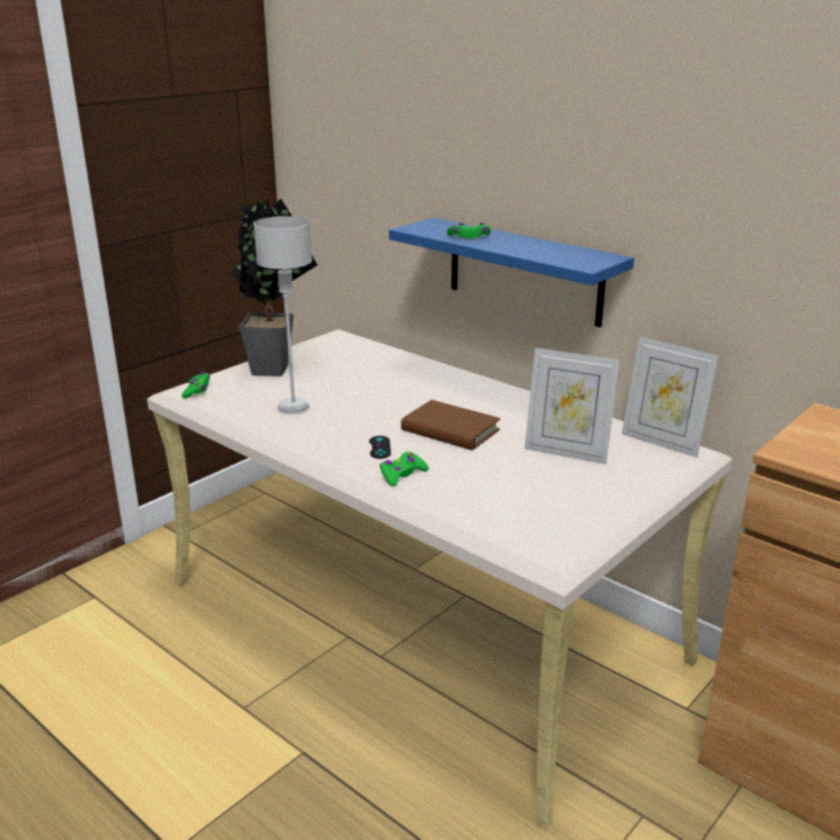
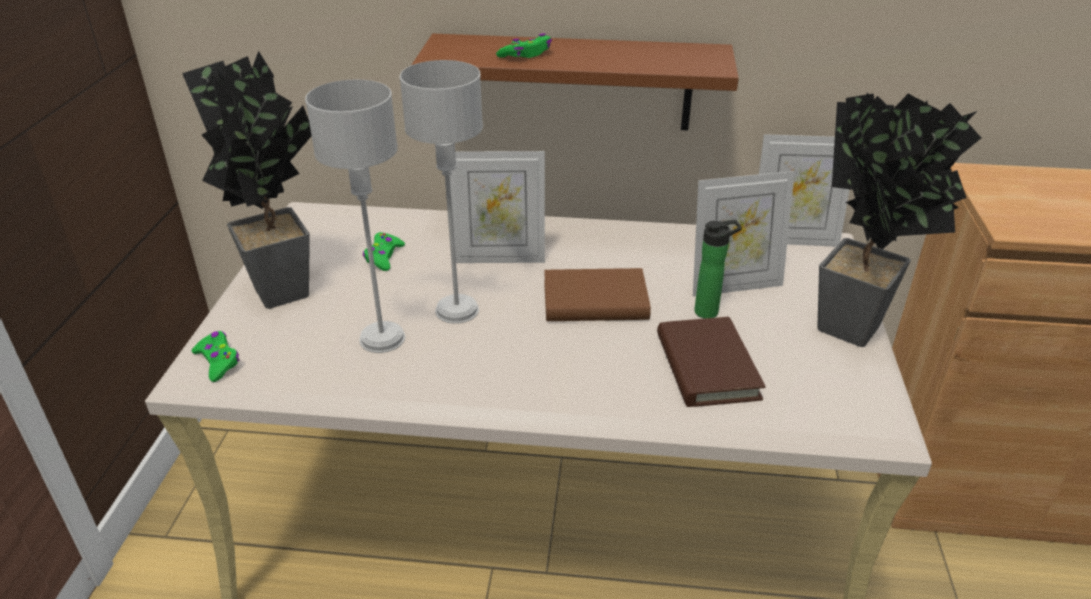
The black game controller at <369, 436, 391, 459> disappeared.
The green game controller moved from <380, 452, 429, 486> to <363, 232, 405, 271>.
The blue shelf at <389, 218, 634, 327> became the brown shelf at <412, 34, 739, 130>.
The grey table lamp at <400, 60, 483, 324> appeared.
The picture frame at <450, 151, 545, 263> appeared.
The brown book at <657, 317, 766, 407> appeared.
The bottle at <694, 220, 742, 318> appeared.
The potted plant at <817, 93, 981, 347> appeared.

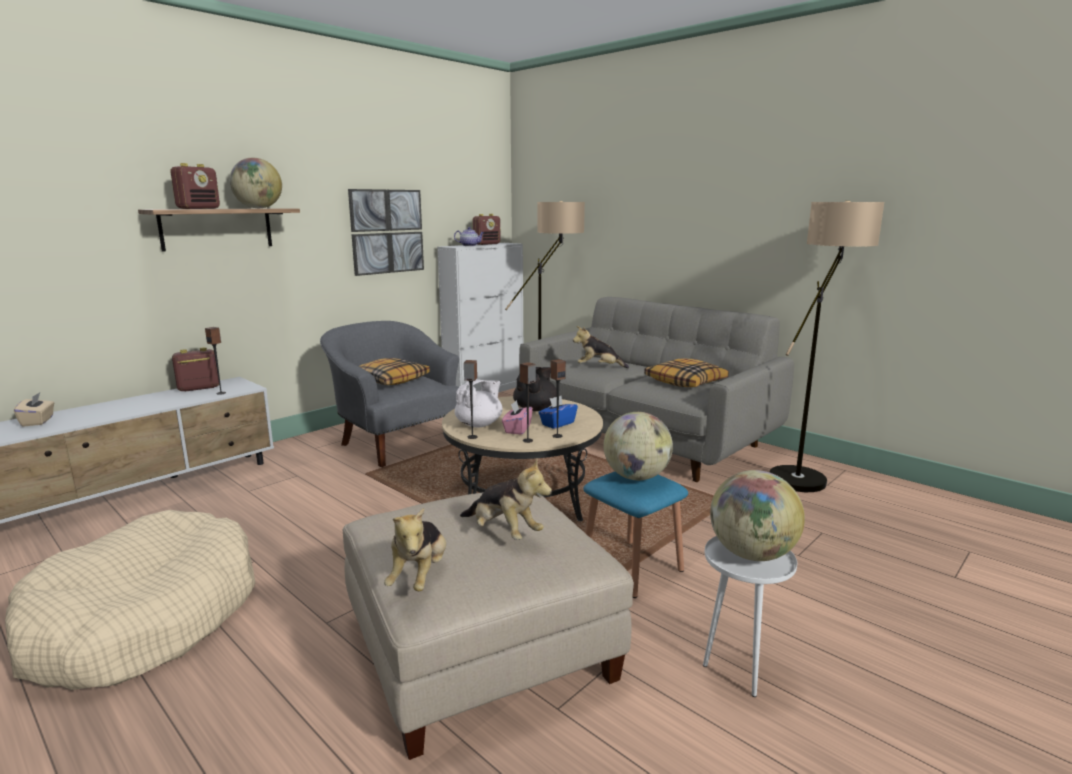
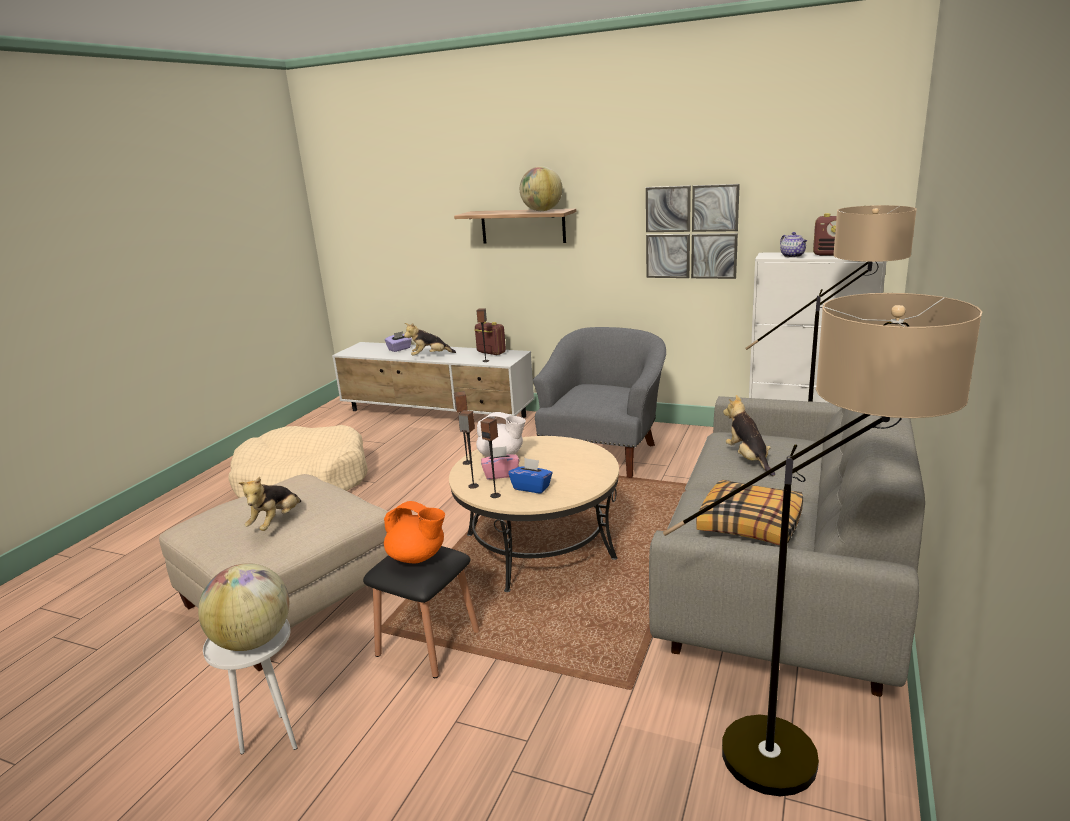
The beige tissue box at <14, 392, 54, 427> became the purple tissue box at <385, 331, 412, 352>.
The radio at <170, 163, 220, 209> disappeared.
The pillow at <358, 358, 430, 385> disappeared.
The plush toy moved from <384, 508, 446, 591> to <404, 323, 456, 356>.
The black teapot at <513, 367, 557, 411> disappeared.
The blue stool at <584, 471, 688, 598> became the black stool at <363, 546, 480, 678>.
The globe at <603, 412, 673, 480> was replaced by the orange teapot at <384, 501, 445, 563>.

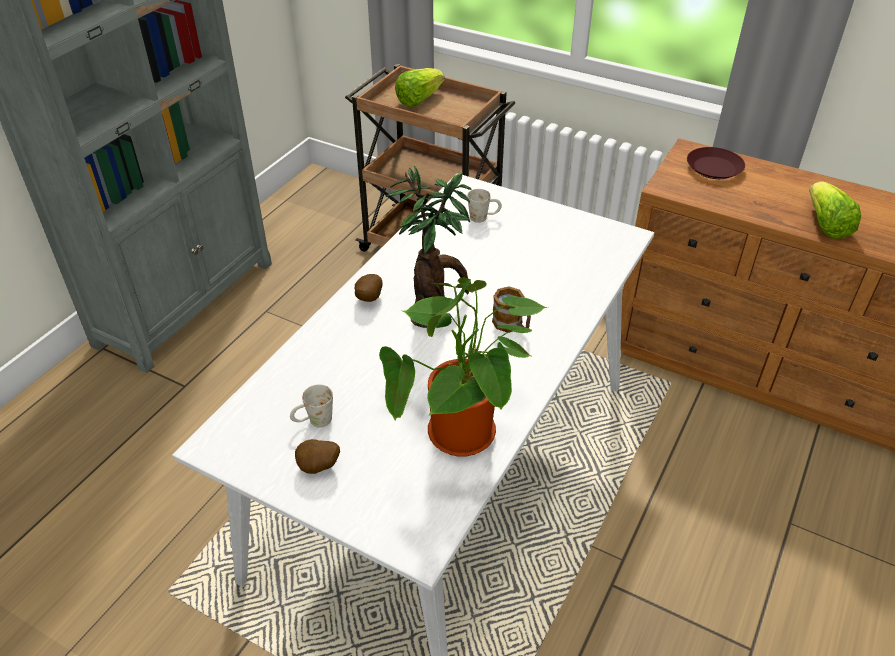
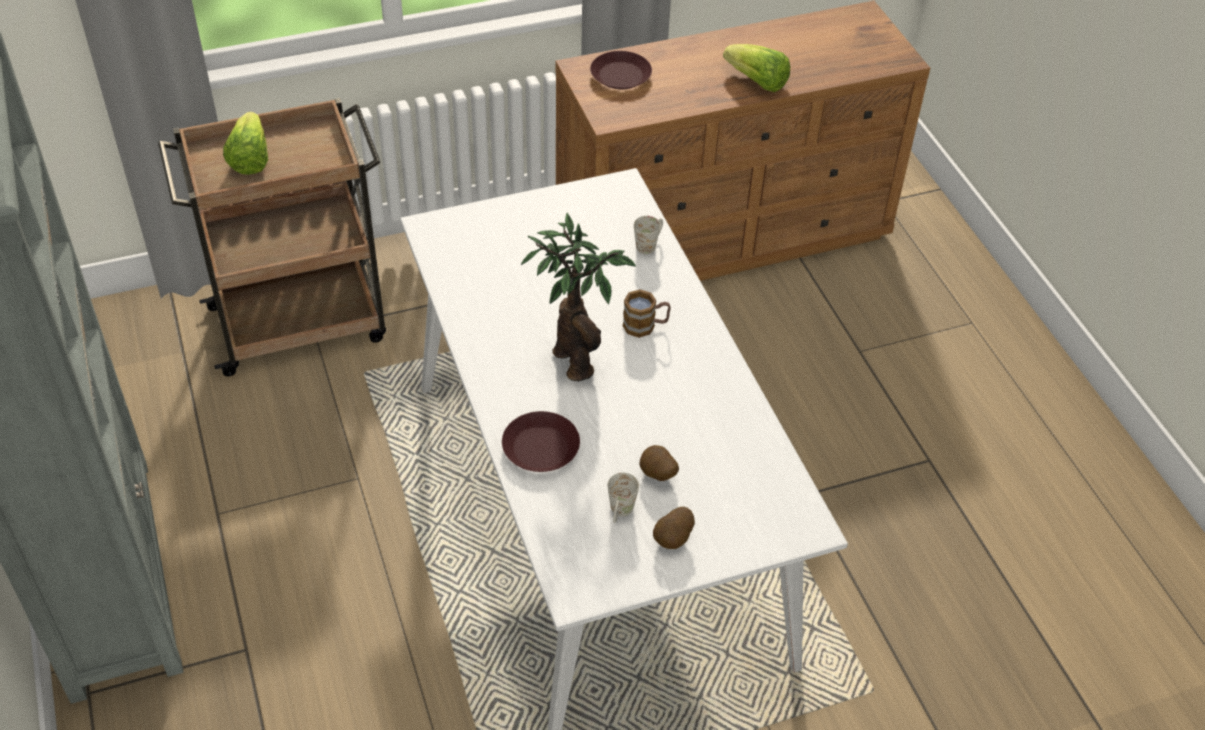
The potato moved from <355, 274, 383, 302> to <640, 445, 679, 481>.
The potted plant at <379, 278, 548, 457> disappeared.
The white mug moved from <467, 189, 502, 223> to <634, 216, 663, 254>.
The brown plate at <502, 411, 580, 472> appeared.

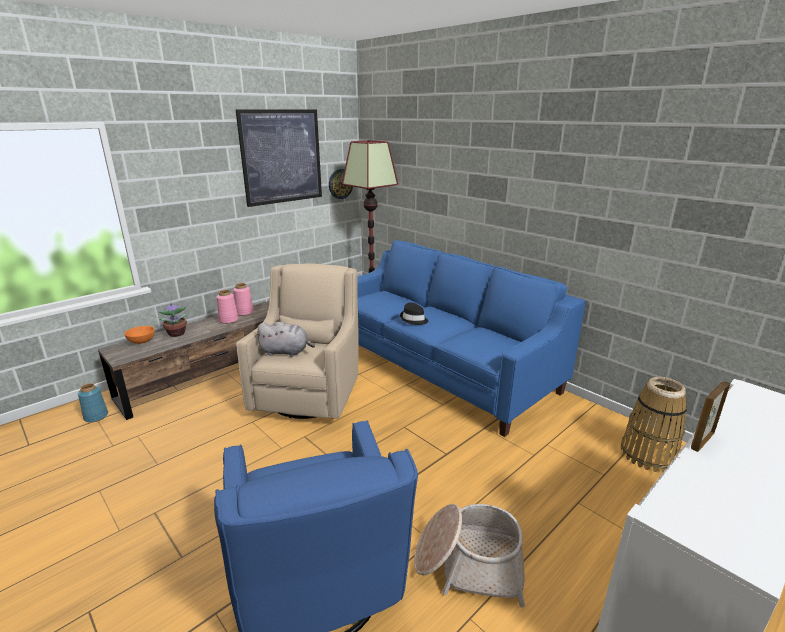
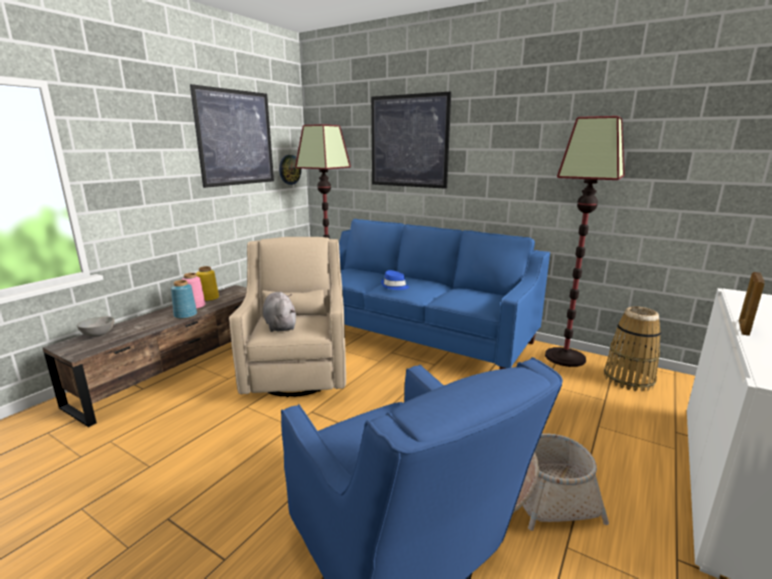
The blue vase moved from <78, 383, 108, 422> to <171, 280, 197, 319>.
The orange bowl at <124, 326, 155, 344> became the grey bowl at <77, 316, 114, 337>.
The potted plant at <157, 301, 189, 337> disappeared.
The pink vase at <233, 283, 254, 316> became the yellow vase at <196, 266, 219, 301>.
The grey plush toy at <255, 322, 315, 357> turned 105 degrees counterclockwise.
The black hat at <400, 302, 428, 325> became the blue hat at <381, 270, 409, 290>.
The picture at <371, 92, 451, 189> appeared.
The floor lamp at <545, 116, 625, 367> appeared.

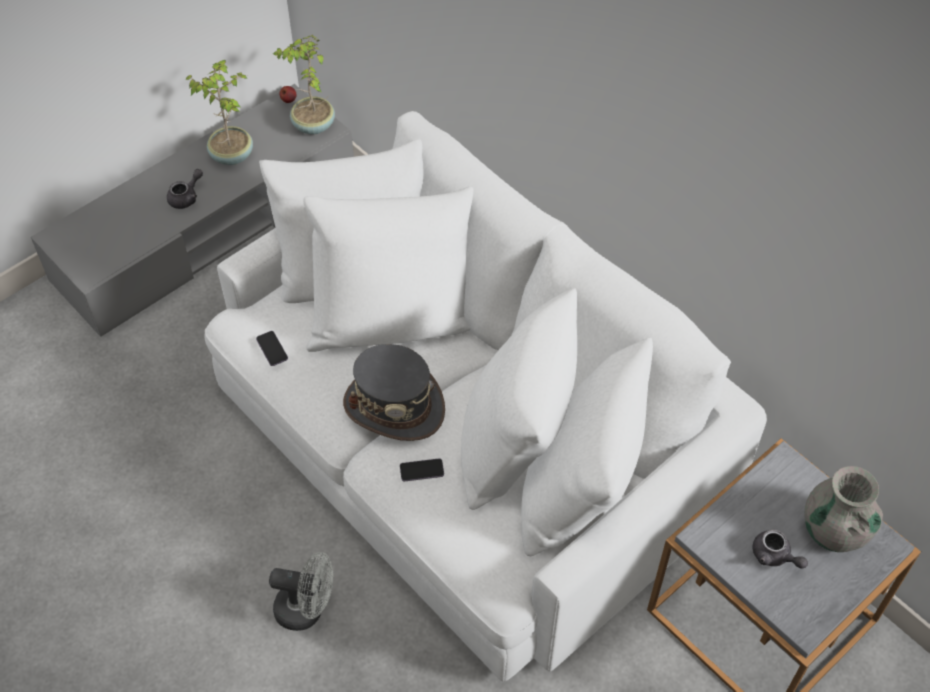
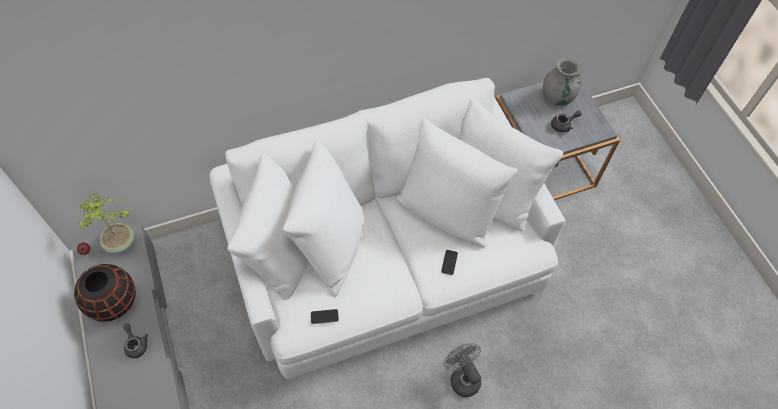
The potted plant at <185, 60, 253, 165> was replaced by the black vase at <74, 264, 136, 322>.
The grey fan at <269, 552, 333, 631> turned 60 degrees counterclockwise.
The grey hat at <343, 344, 445, 441> disappeared.

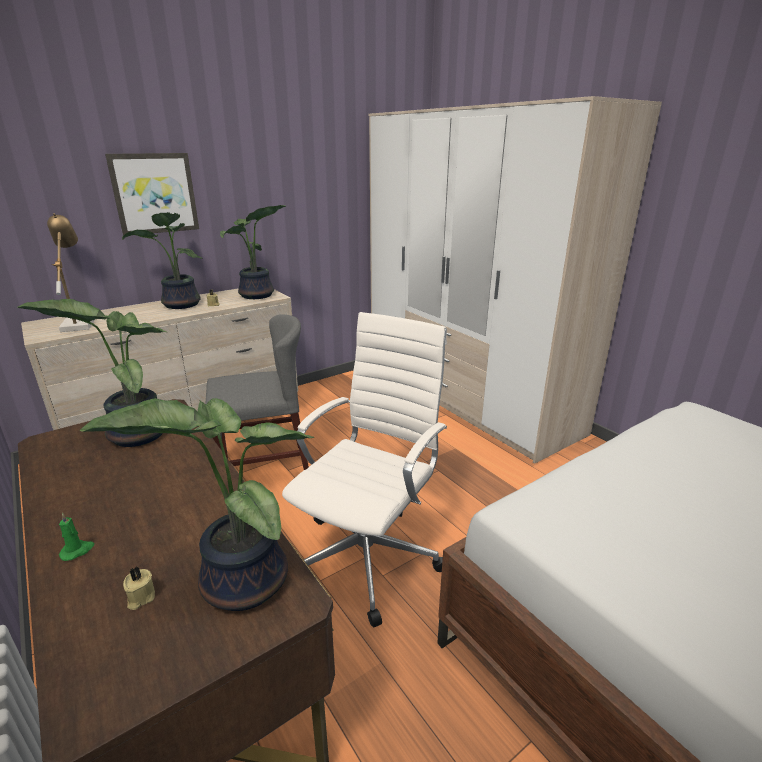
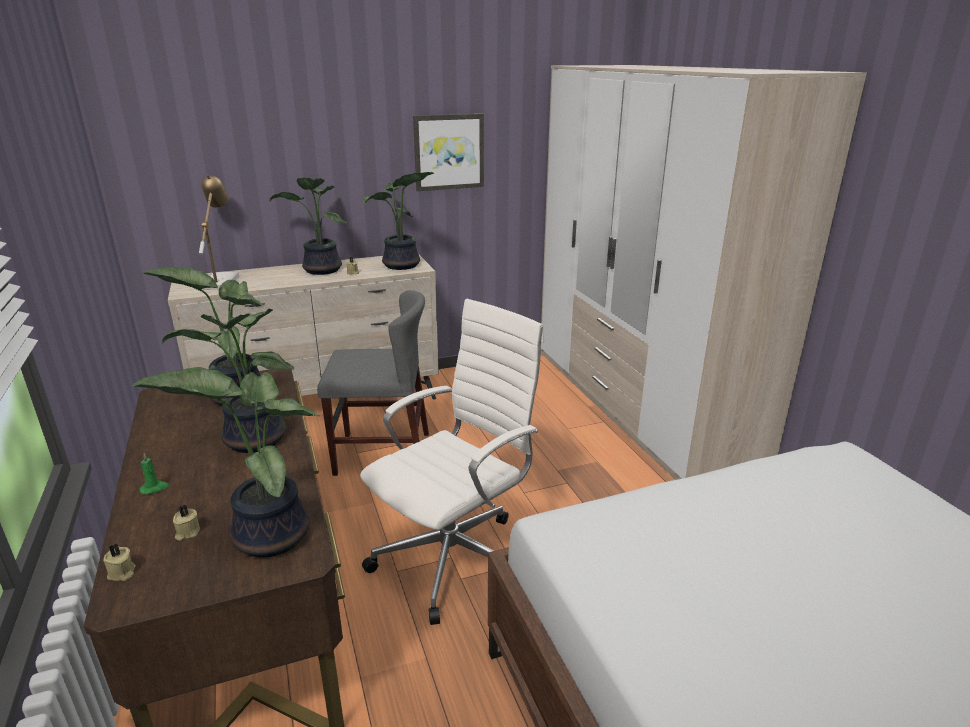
The picture moved from <105, 153, 199, 235> to <413, 114, 484, 191>.
The beige candle at <103, 544, 136, 581> appeared.
The potted plant at <162, 309, 294, 453> appeared.

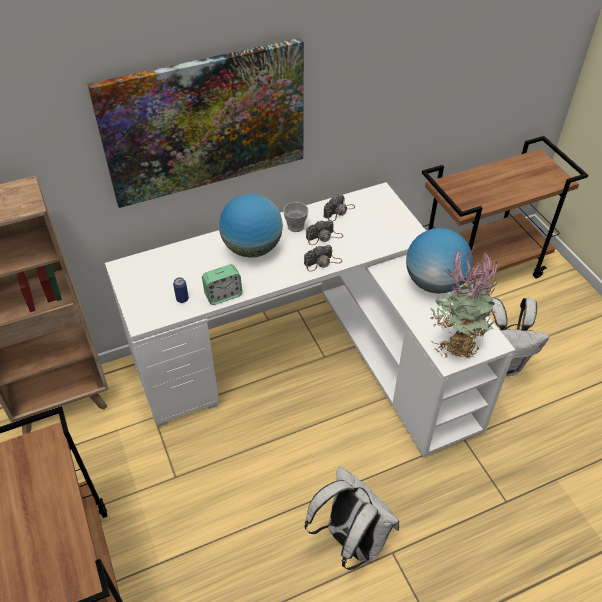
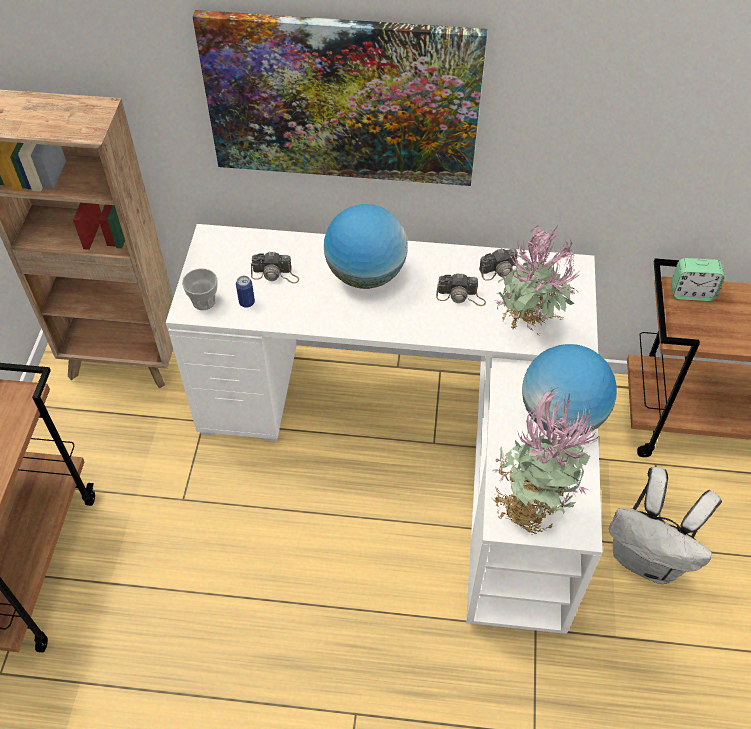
The alarm clock moved from <202, 264, 242, 305> to <671, 258, 725, 301>.
The cup moved from <283, 202, 308, 232> to <182, 268, 218, 310>.
The photo camera moved from <304, 245, 342, 272> to <251, 252, 299, 284>.
The white backpack at <305, 466, 399, 570> disappeared.
The potted plant at <495, 226, 580, 335> appeared.

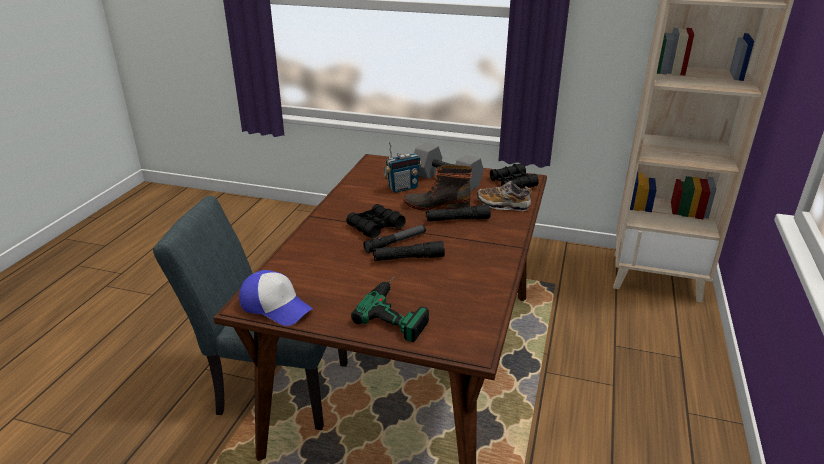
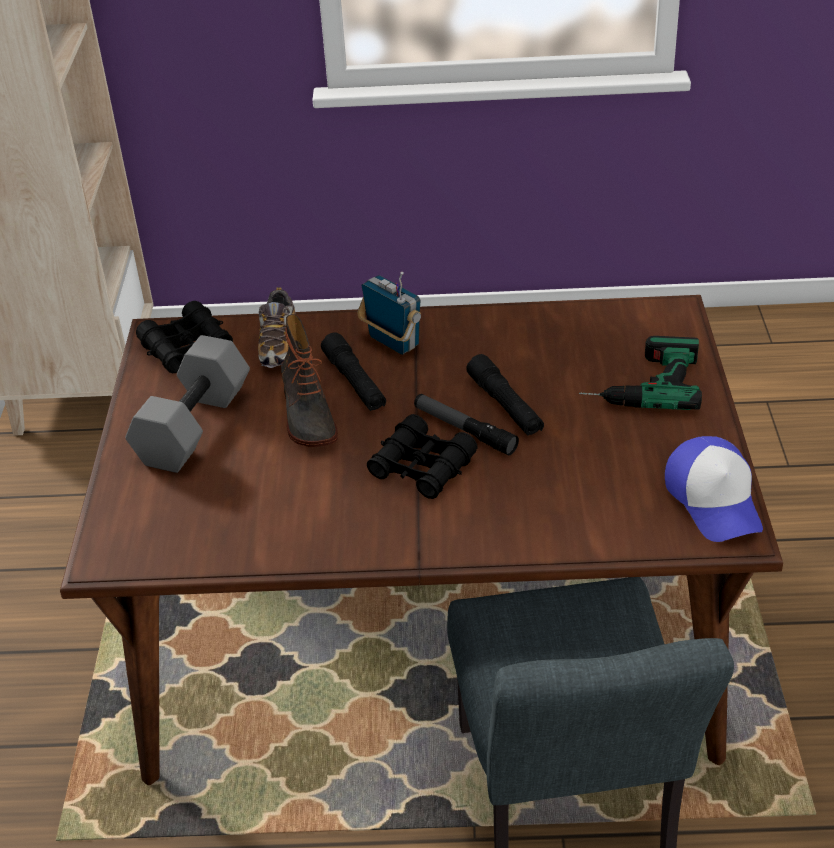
The cap at <239, 270, 313, 326> turned 150 degrees clockwise.
The radio moved from <384, 141, 421, 193> to <357, 272, 421, 355>.

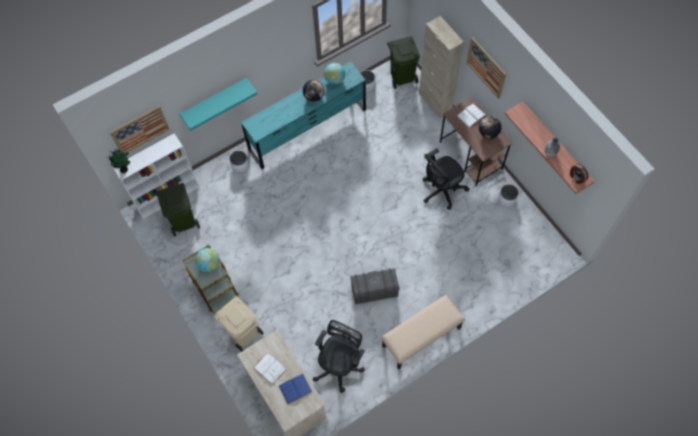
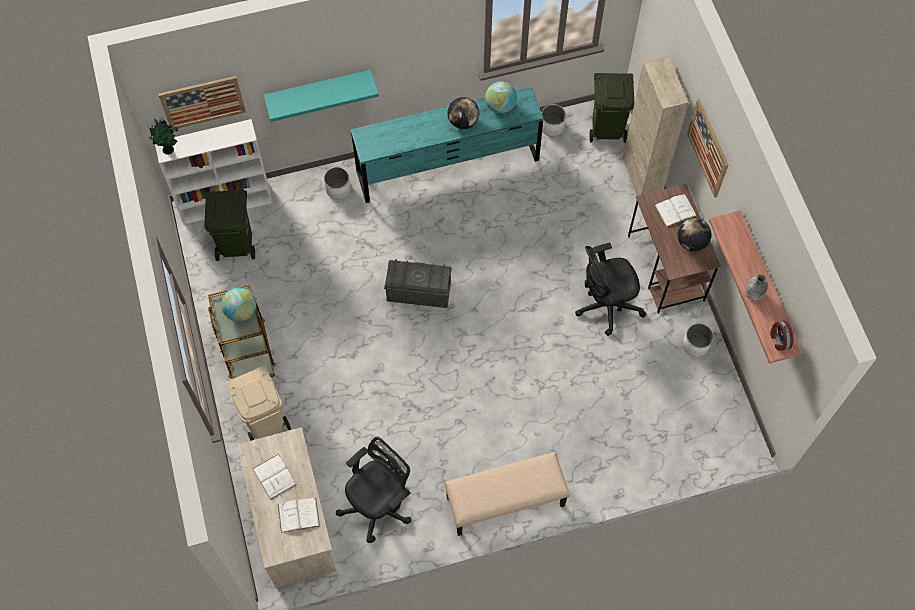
The blue book at <279, 374, 312, 405> became the white book at <278, 497, 320, 533>.
The grey storage box moved from <350, 268, 400, 304> to <384, 259, 452, 308>.

